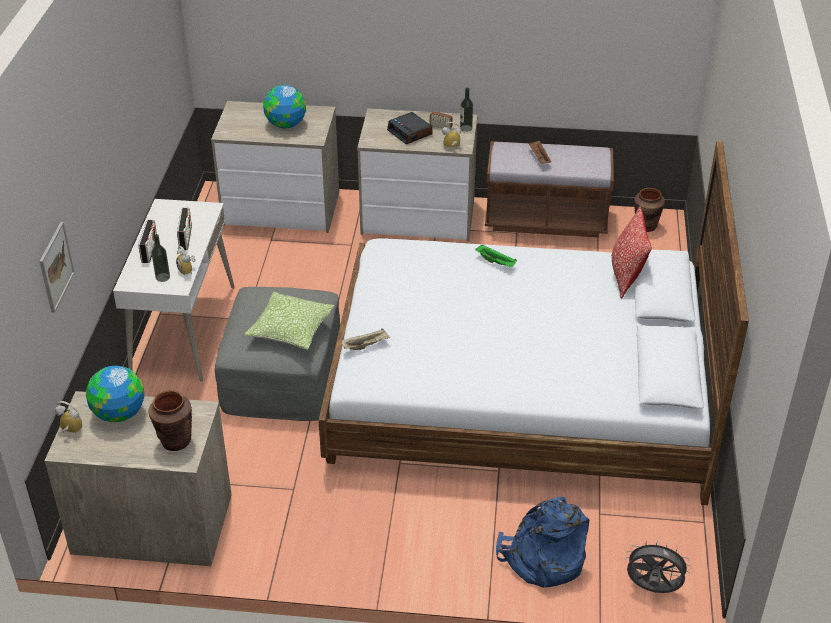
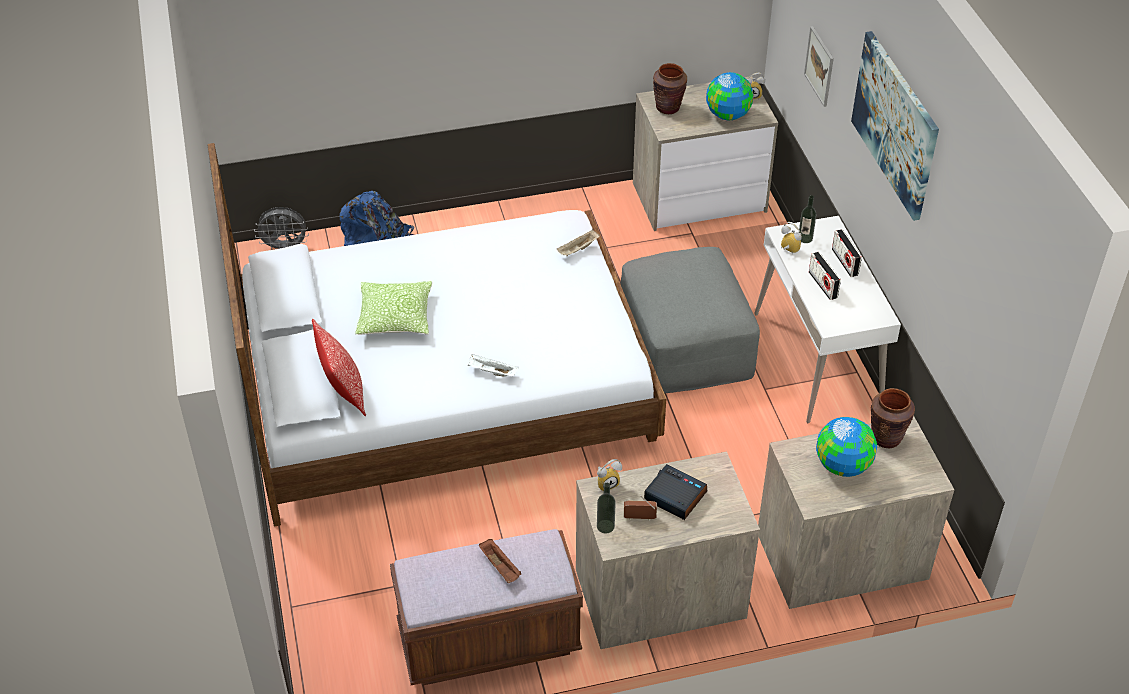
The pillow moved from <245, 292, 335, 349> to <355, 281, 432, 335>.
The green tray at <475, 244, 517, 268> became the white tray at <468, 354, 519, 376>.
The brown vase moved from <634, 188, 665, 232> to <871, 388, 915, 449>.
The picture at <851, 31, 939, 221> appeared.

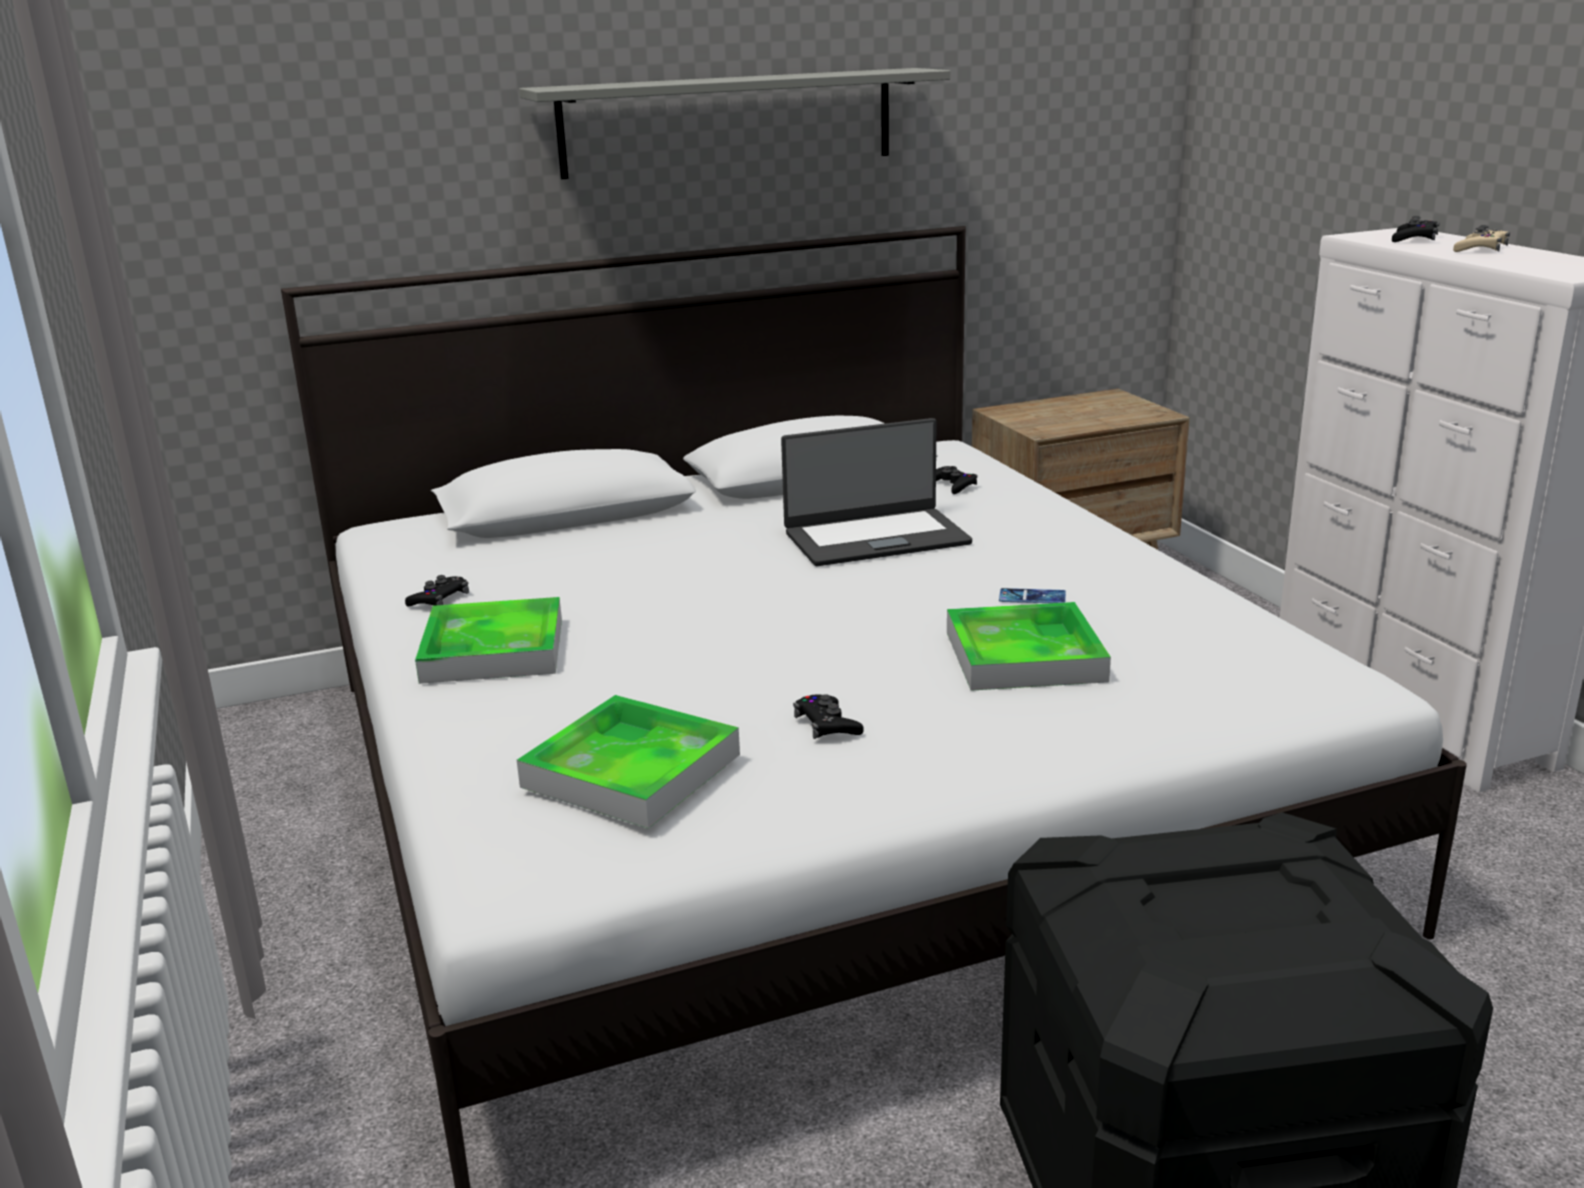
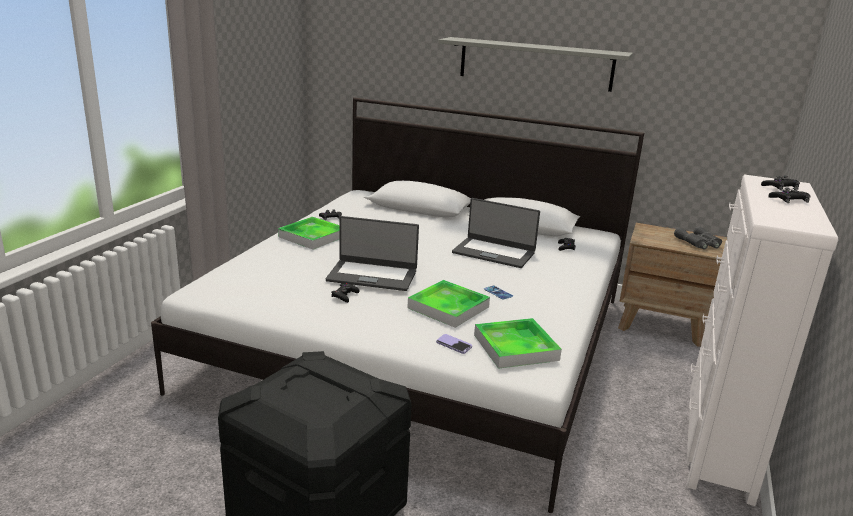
The tray moved from <517, 695, 740, 829> to <474, 318, 562, 369>.
The beige game controller at <1453, 225, 1510, 252> became the black game controller at <768, 187, 811, 203>.
The laptop at <326, 216, 419, 291> appeared.
The phone at <436, 334, 472, 354> appeared.
The grey binoculars at <674, 226, 722, 249> appeared.

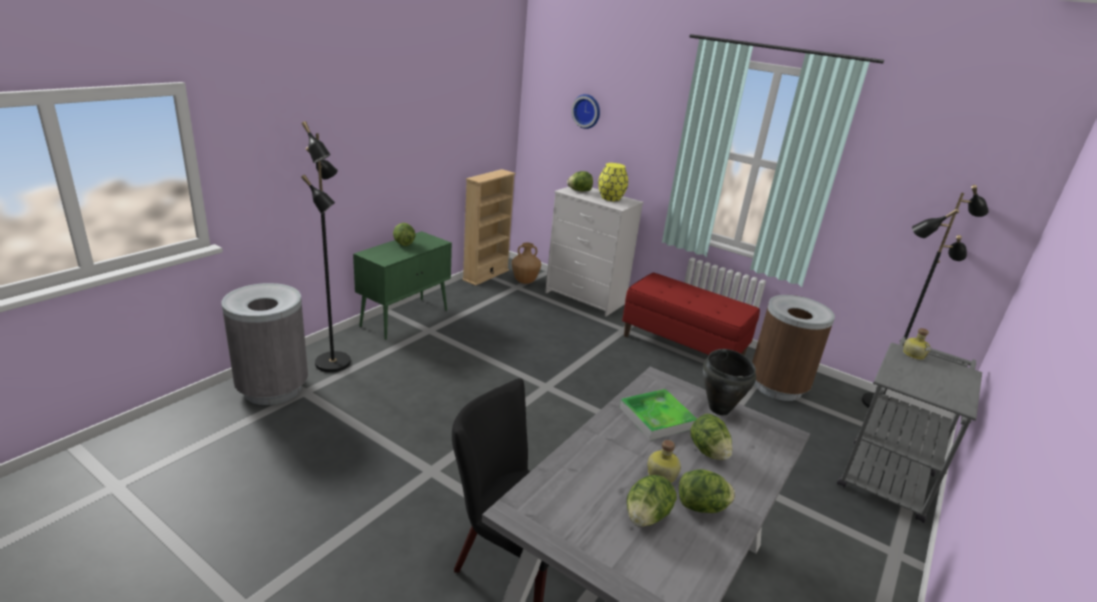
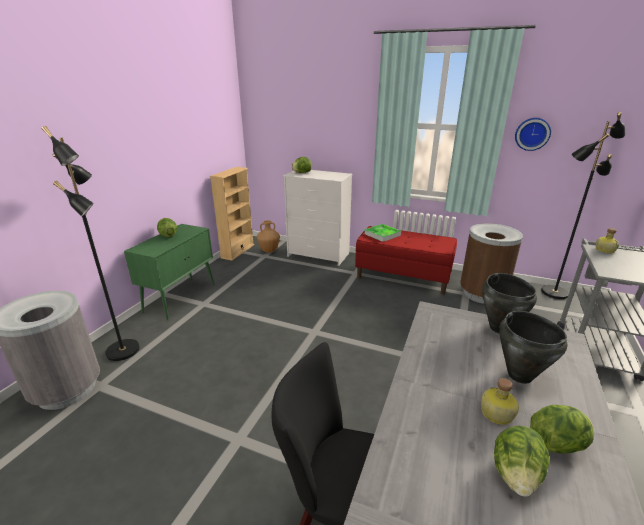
The wall clock moved from <571, 94, 600, 129> to <515, 118, 551, 151>.
The yellow vase at <598, 163, 628, 201> disappeared.
The tray moved from <620, 389, 697, 440> to <364, 224, 401, 242>.
The lettuce at <690, 414, 732, 460> was replaced by the black cooking pot at <499, 311, 568, 384>.

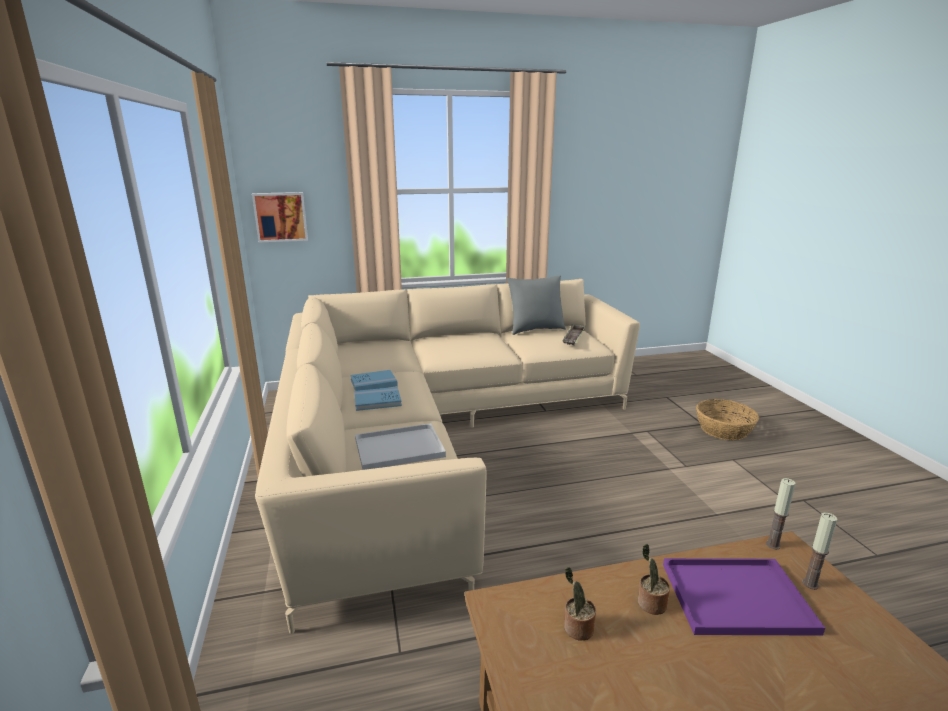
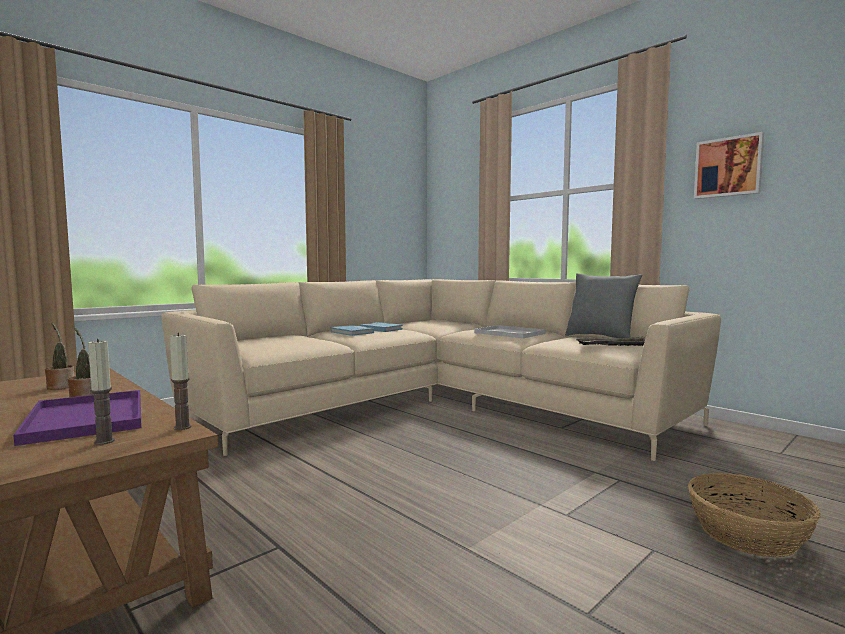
The picture moved from <252, 192, 308, 242> to <694, 132, 764, 199>.
The white tray moved from <355, 423, 446, 470> to <475, 325, 546, 338>.

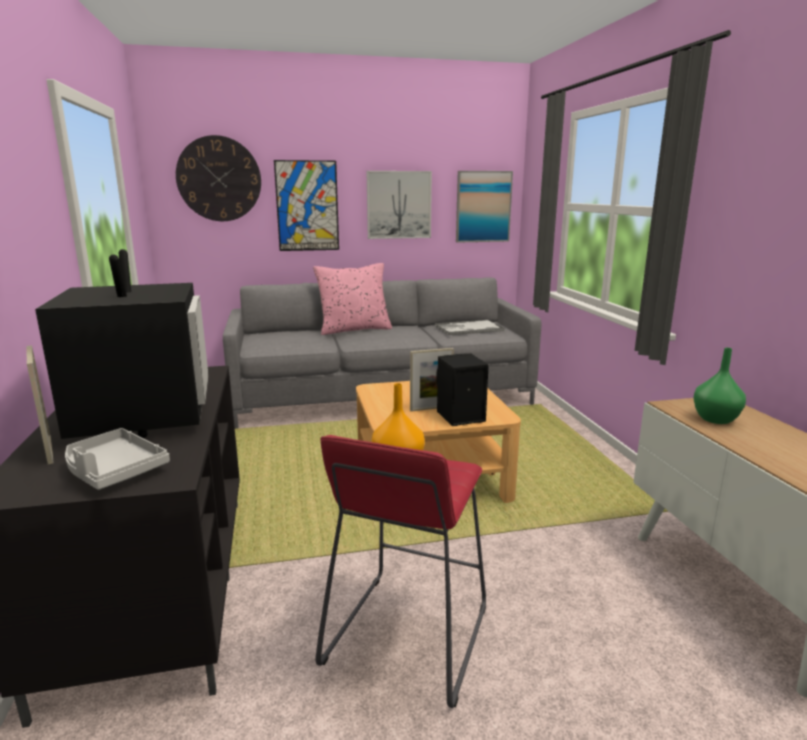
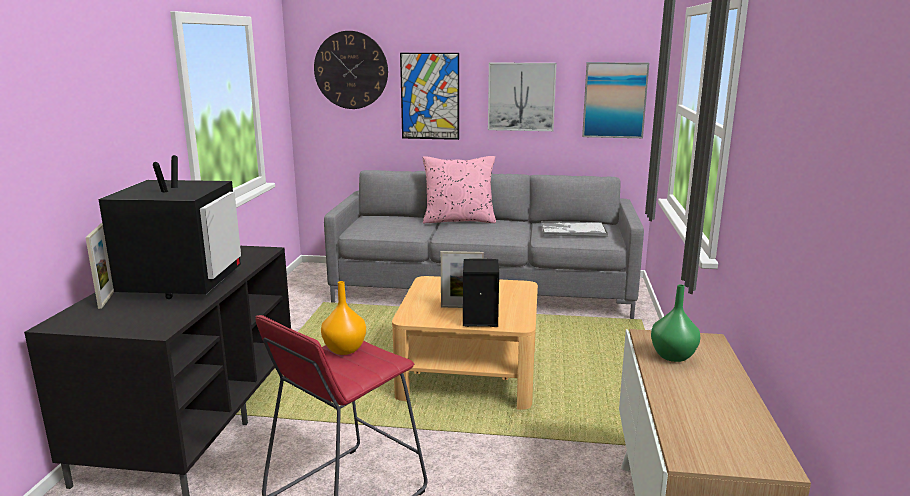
The grey tray at <65, 428, 170, 490> disappeared.

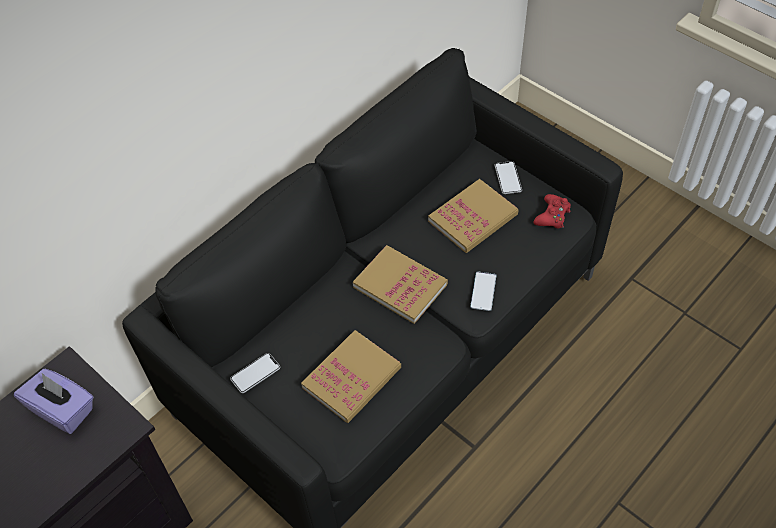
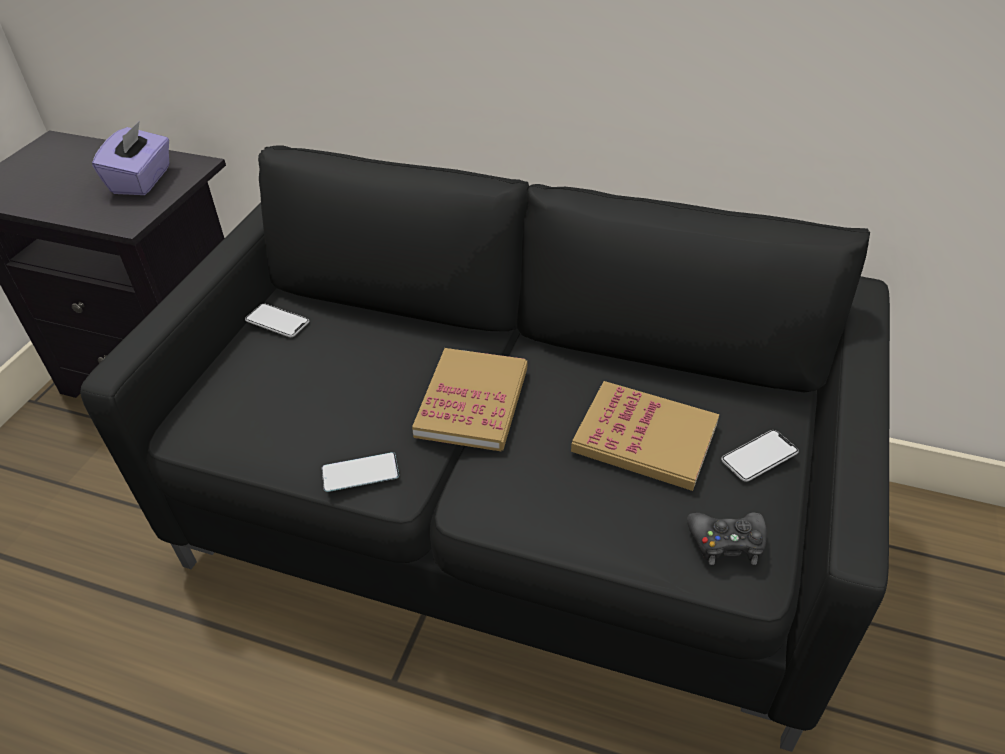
The book at <301, 330, 401, 423> disappeared.
The phone moved from <470, 271, 496, 311> to <322, 452, 399, 492>.
The red game controller at <534, 194, 571, 229> became the black game controller at <687, 513, 767, 565>.

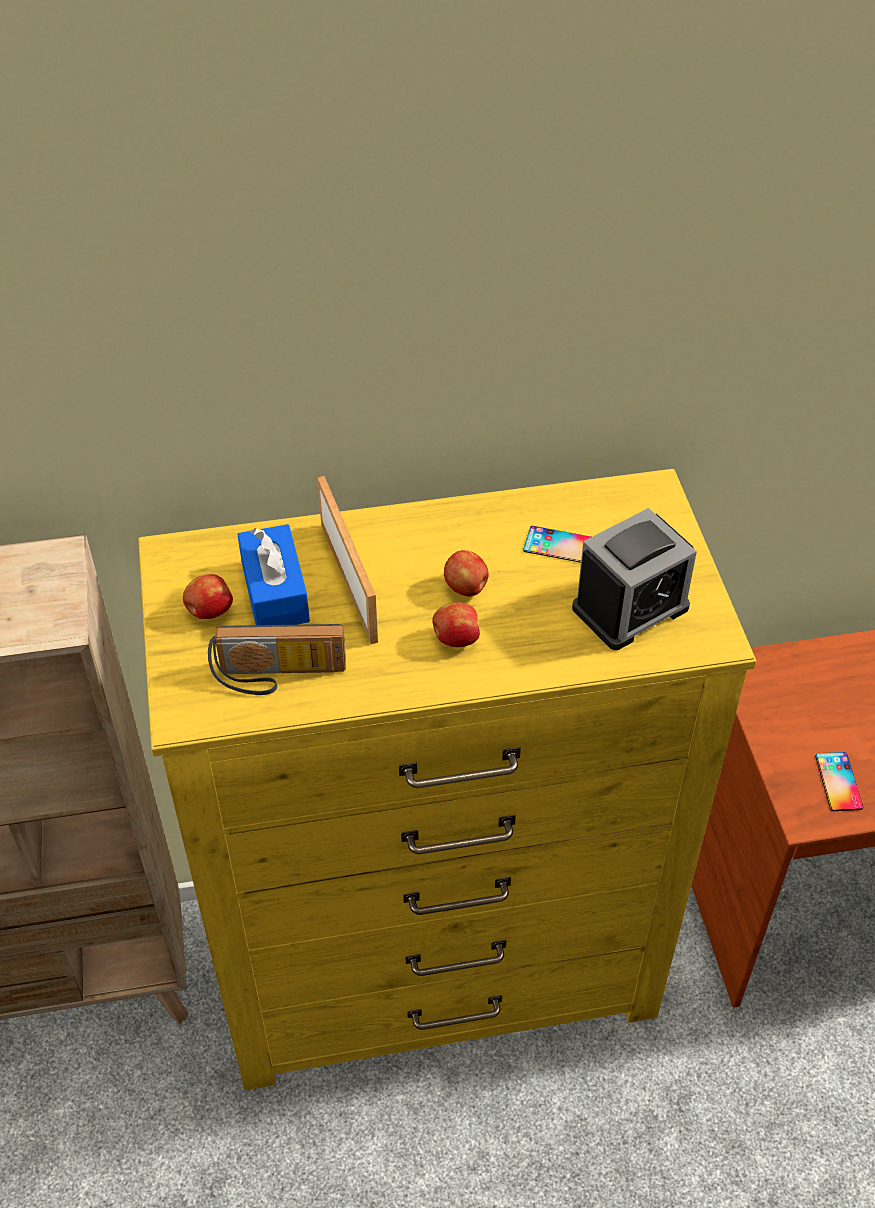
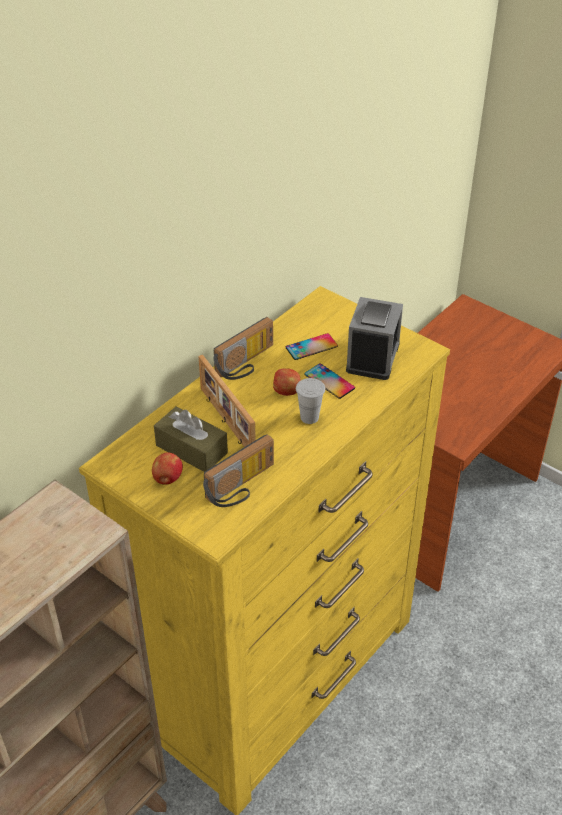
The blue tissue box at <237, 524, 310, 625> became the brown tissue box at <154, 406, 228, 472>.
The picture frame at <317, 476, 378, 644> turned 150 degrees counterclockwise.
The apple at <432, 602, 480, 647> was replaced by the white cup at <296, 378, 325, 424>.
The phone moved from <815, 752, 863, 811> to <304, 363, 355, 399>.
The radio at <214, 317, 273, 380> appeared.

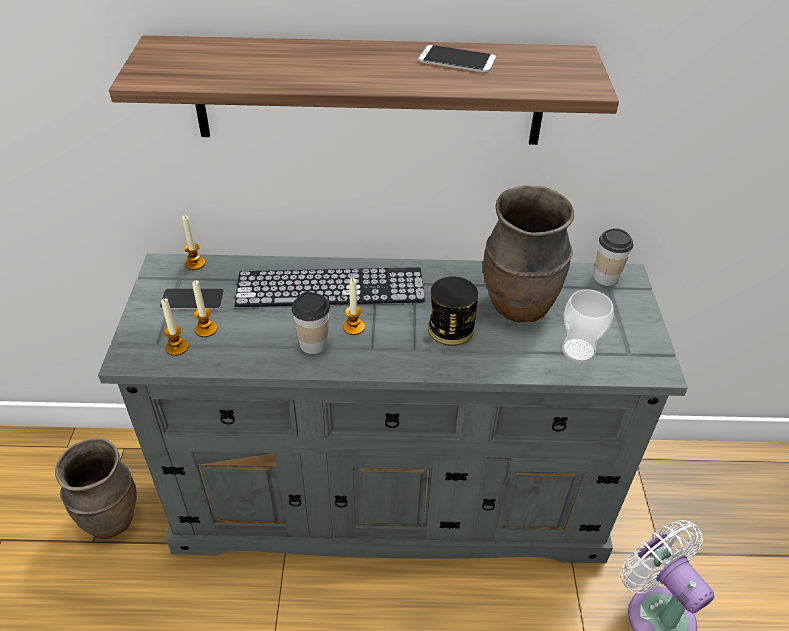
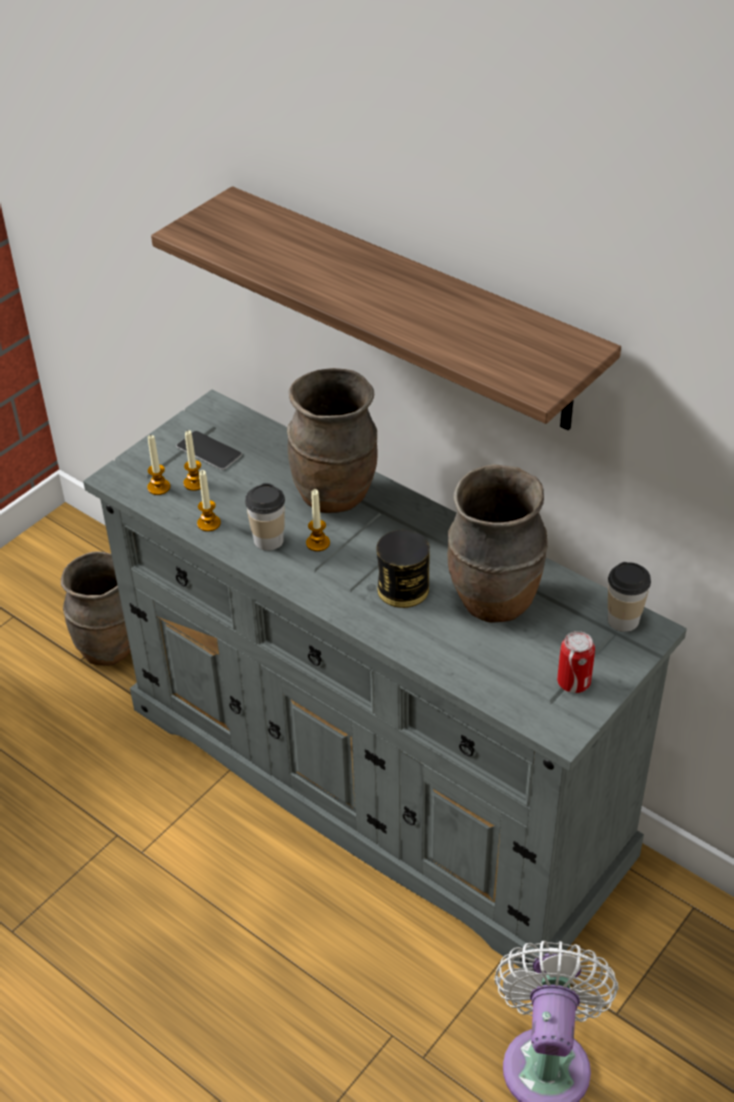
The candle moved from <182, 215, 205, 270> to <197, 470, 221, 532>.
The keyboard at <234, 267, 425, 307> was replaced by the brown vase at <287, 368, 378, 513>.
The phone at <418, 45, 496, 72> disappeared.
The cup at <562, 289, 613, 362> disappeared.
The can at <557, 631, 595, 693> appeared.

